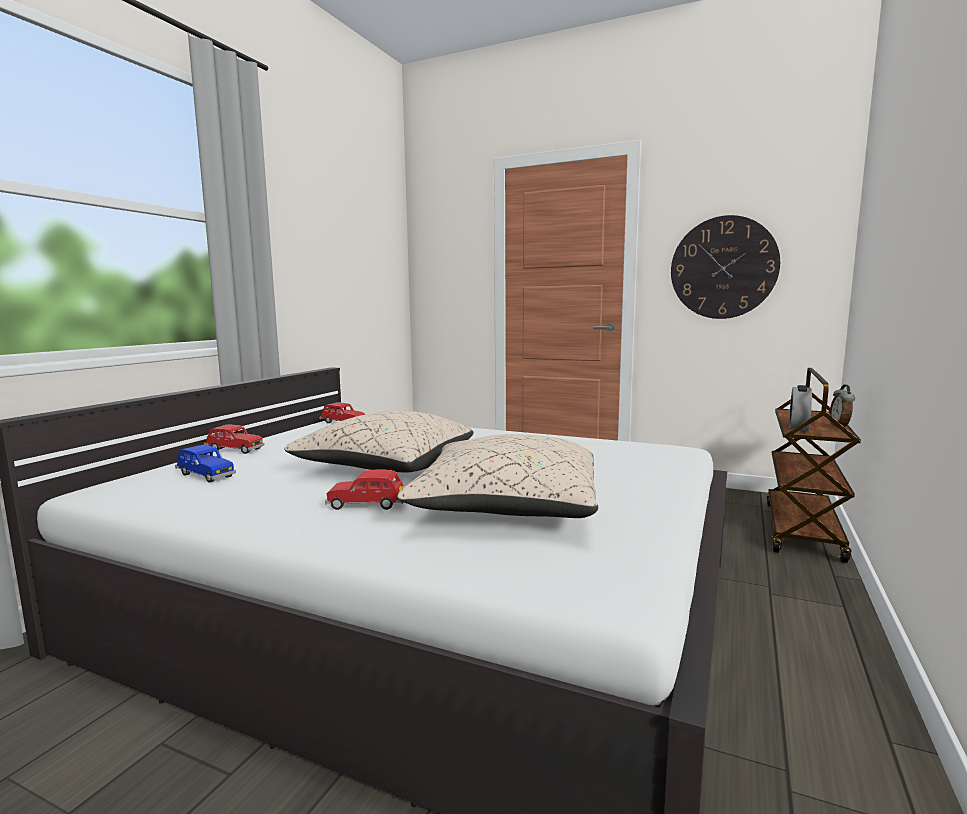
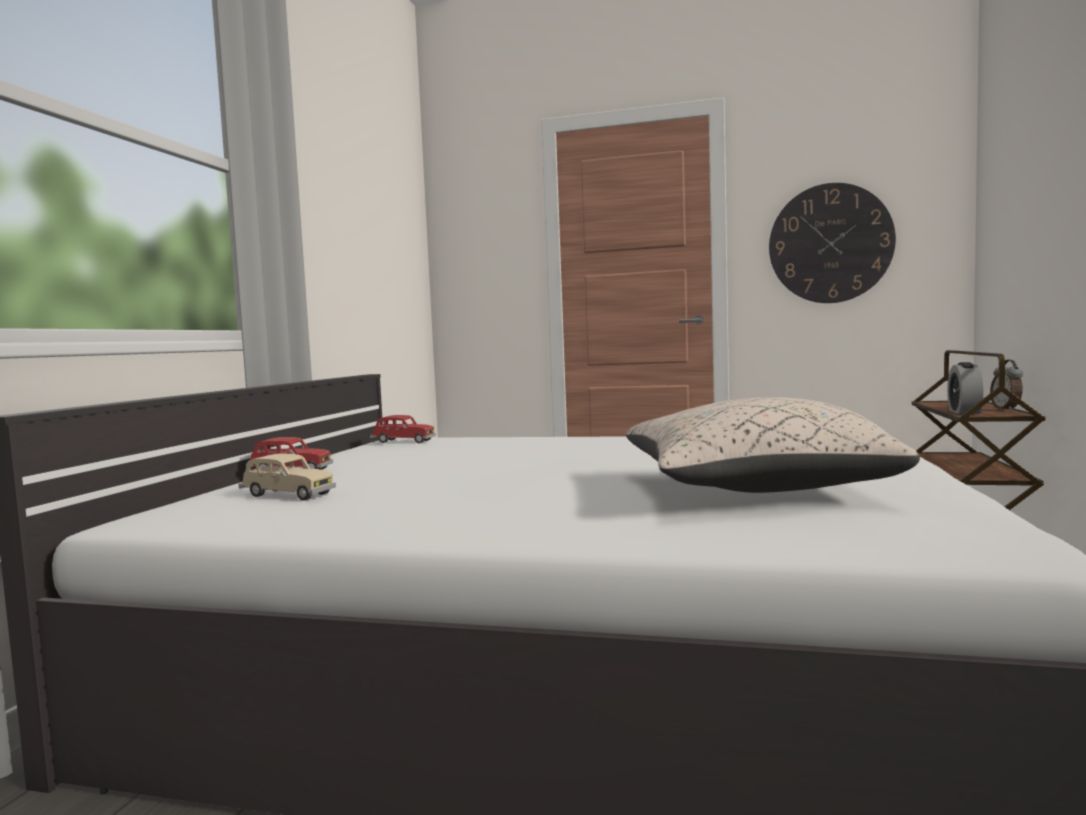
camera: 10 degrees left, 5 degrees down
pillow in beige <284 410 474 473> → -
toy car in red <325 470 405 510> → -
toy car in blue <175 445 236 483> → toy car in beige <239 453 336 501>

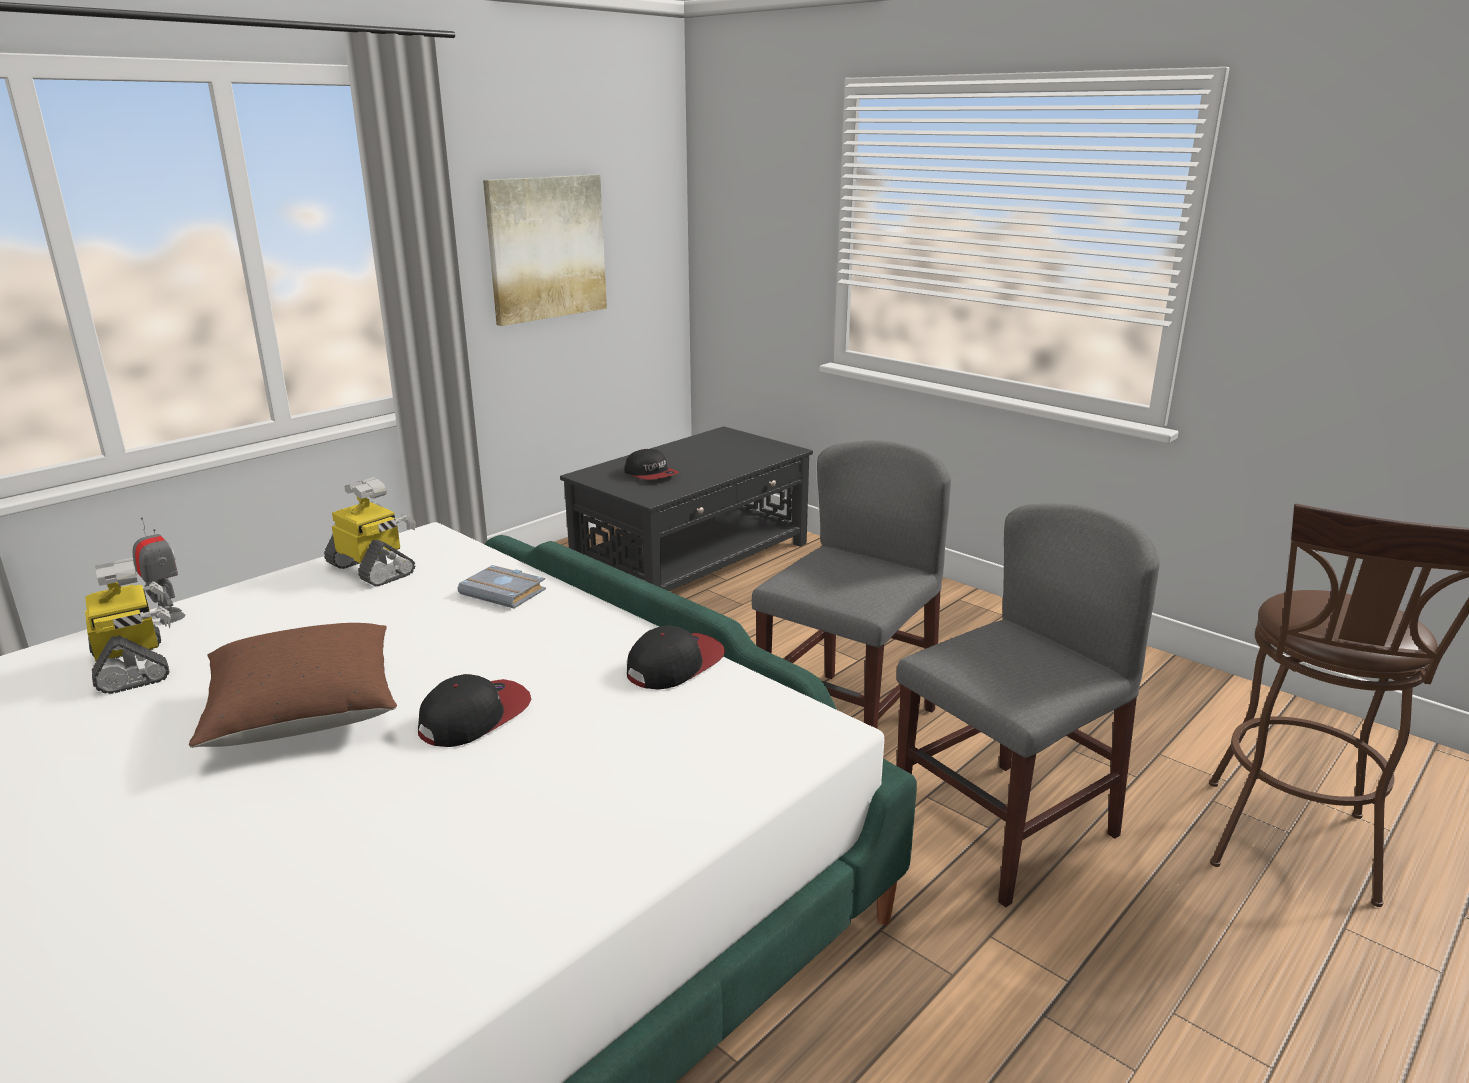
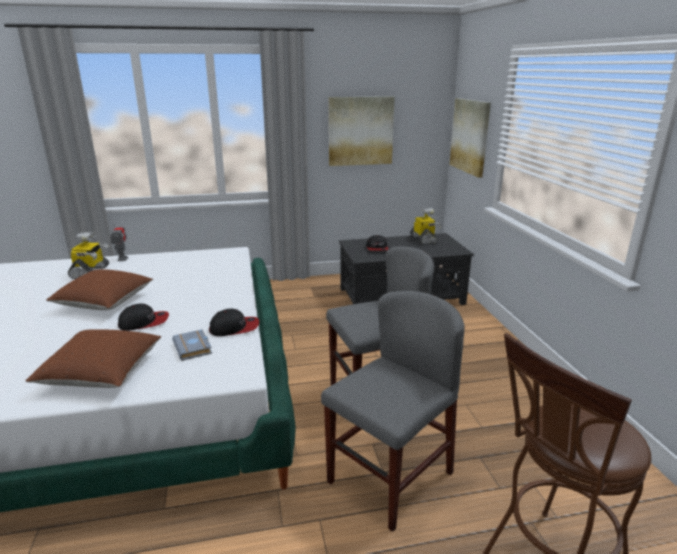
camera: 35 degrees right, 0 degrees up
- → pillow in brown <26 329 161 388>
- → picture <450 98 491 178>
toy robot <324 477 416 586> → toy robot <410 208 441 244>, shifted
book in grey <457 565 546 609> → book in grey <172 329 212 361>, shifted
chair in grey <896 504 1160 907> → chair in grey <321 291 465 532>, 45 degrees counterclockwise

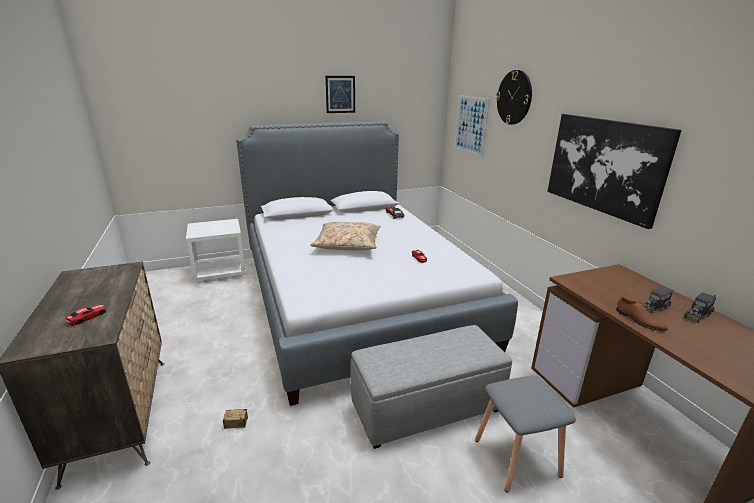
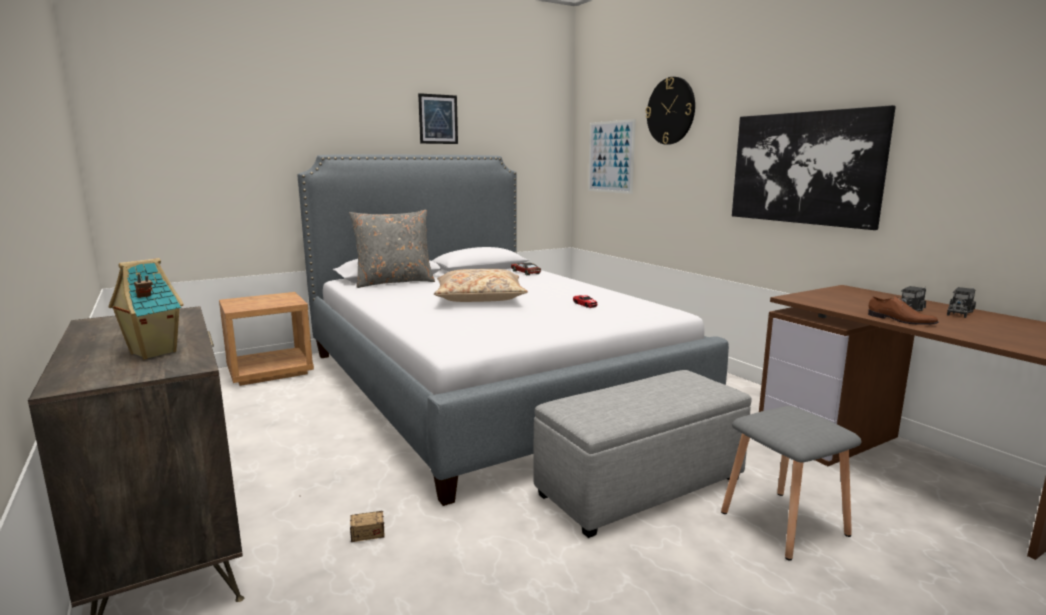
camera: 10 degrees left, 10 degrees down
- → pillow in grey <349 210 435 288>
toy car <65 305 106 326> → toy house <109 258 184 360>
nightstand in white <186 219 246 283> → nightstand in brown <219 292 314 386>

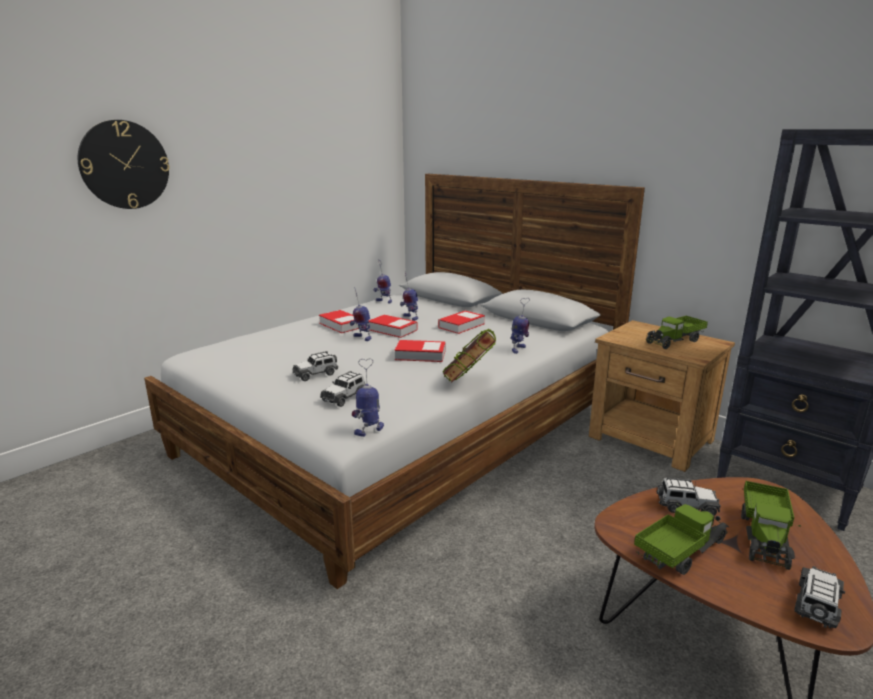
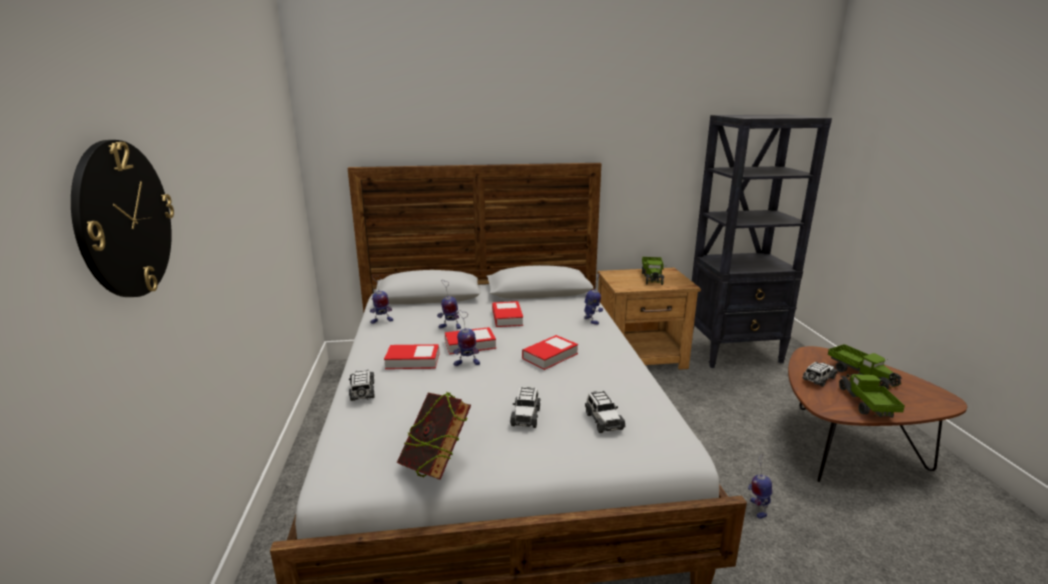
camera: 50 degrees left, 0 degrees up
toy robot <352 358 384 437> → toy robot <748 454 772 519>, shifted
book <442 329 496 382> → book <397 392 471 480>, shifted
toy car <794 566 845 628> → toy car <349 370 375 401>, shifted

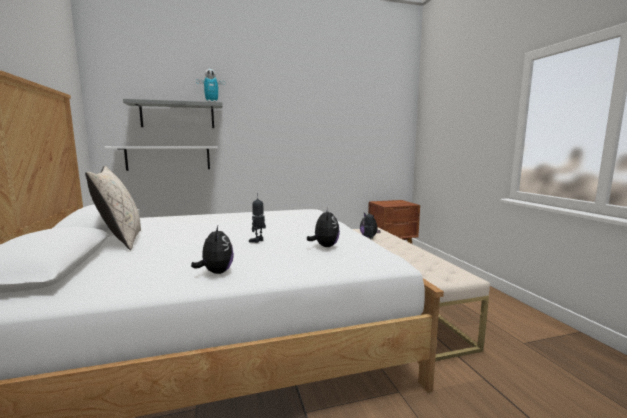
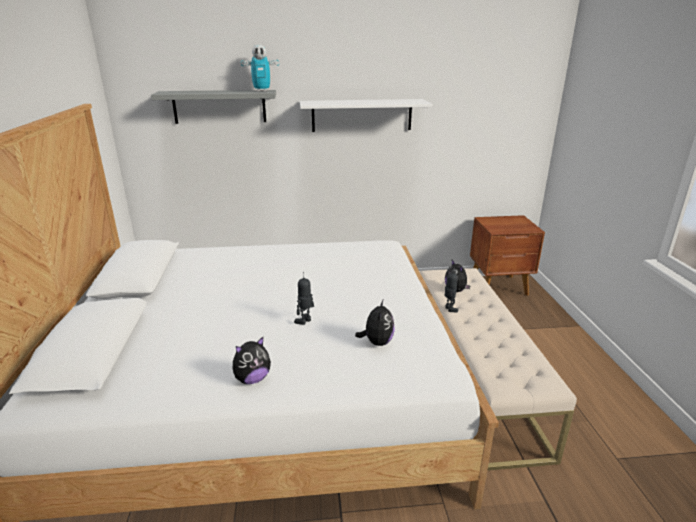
camera: 10 degrees right, 15 degrees up
pillow in beige <85 166 141 250> → -
shelf in white <104 146 218 171> → shelf in white <300 99 432 132>, shifted
plush toy <191 226 234 274> → plush toy <232 337 271 384>, 60 degrees clockwise

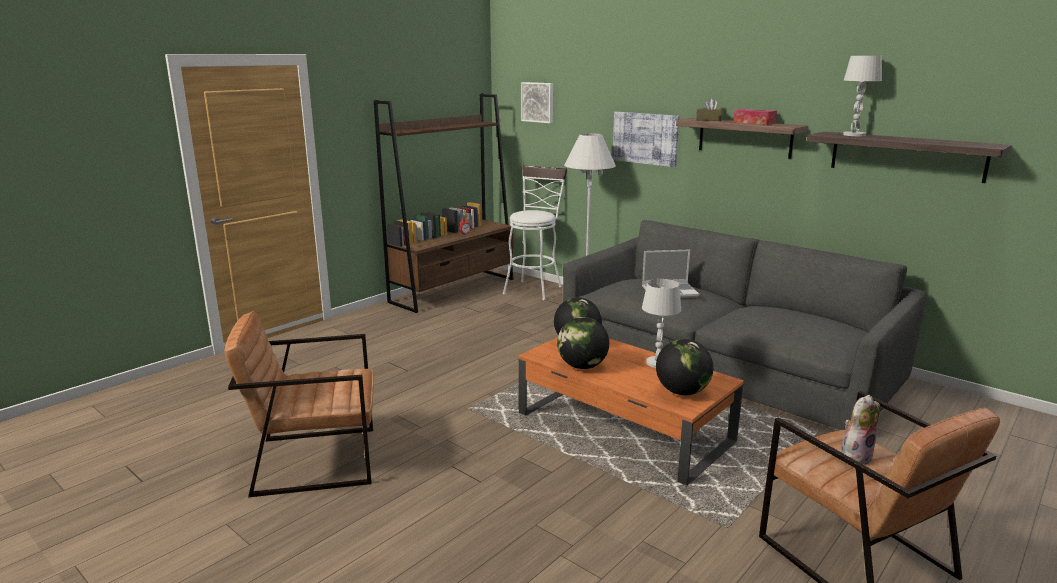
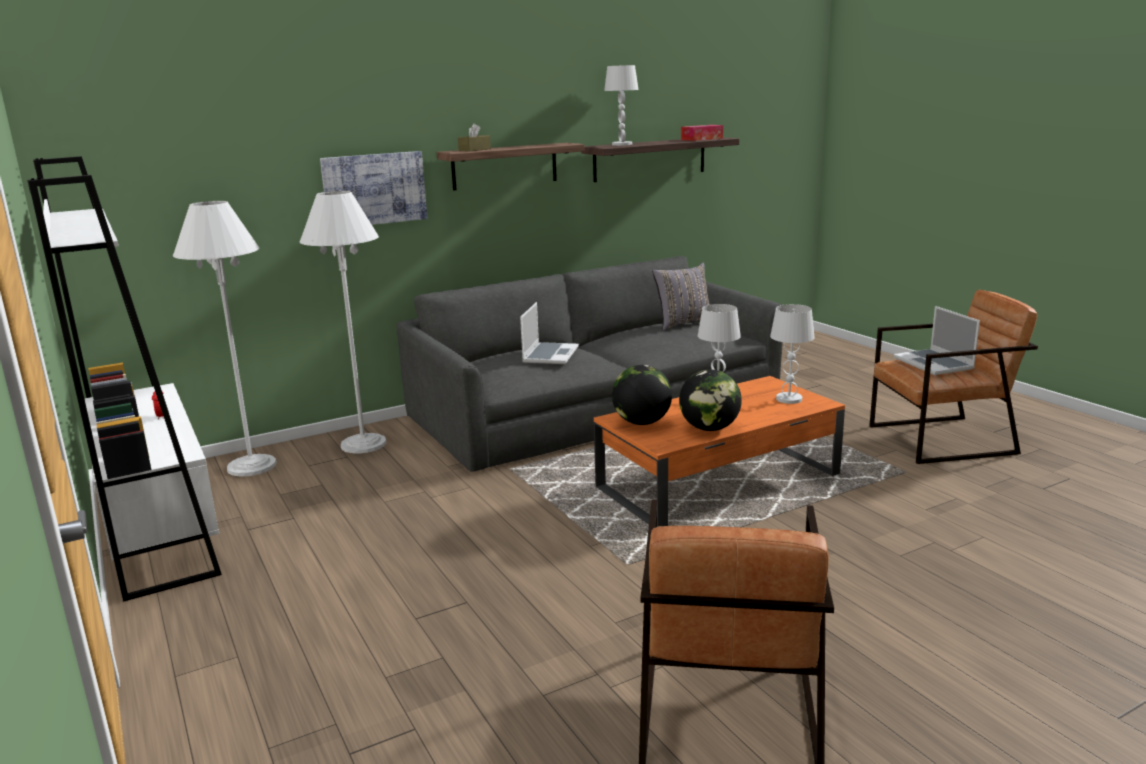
camera: 70 degrees left, 0 degrees up
picture <521 82 553 123> → -
- → pillow in grey <652 263 710 331>
tissue box <733 109 777 125> → tissue box <681 125 723 141>, shifted
stool in white <503 166 567 300> → floor lamp in white <173 201 277 477>
globe <656 339 714 395> → table lamp in white <770 304 815 404>
plush toy <841 395 880 465> → laptop <894 306 980 375>
bookcase in brown <374 94 514 313> → bookcase in white <27 156 222 602>

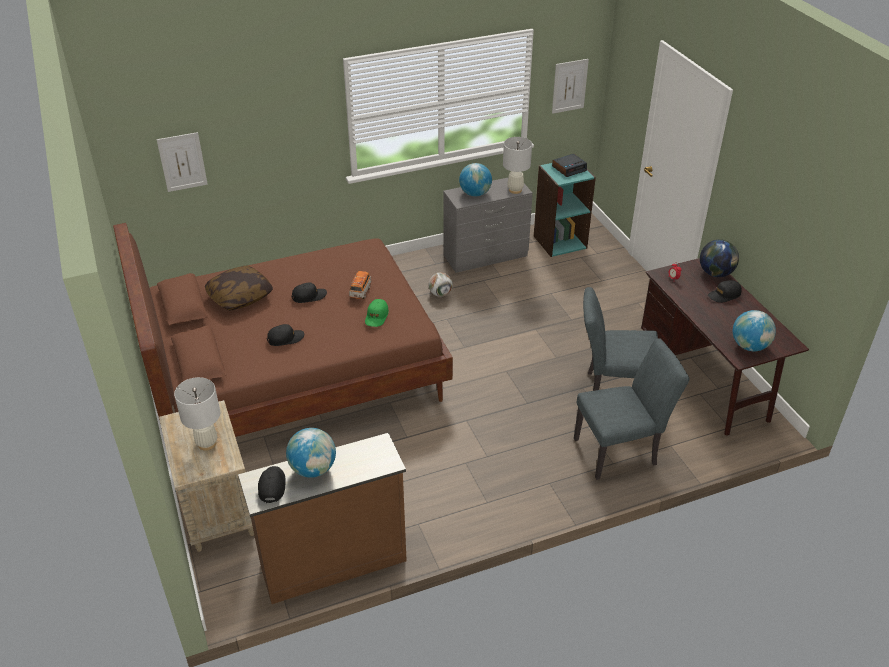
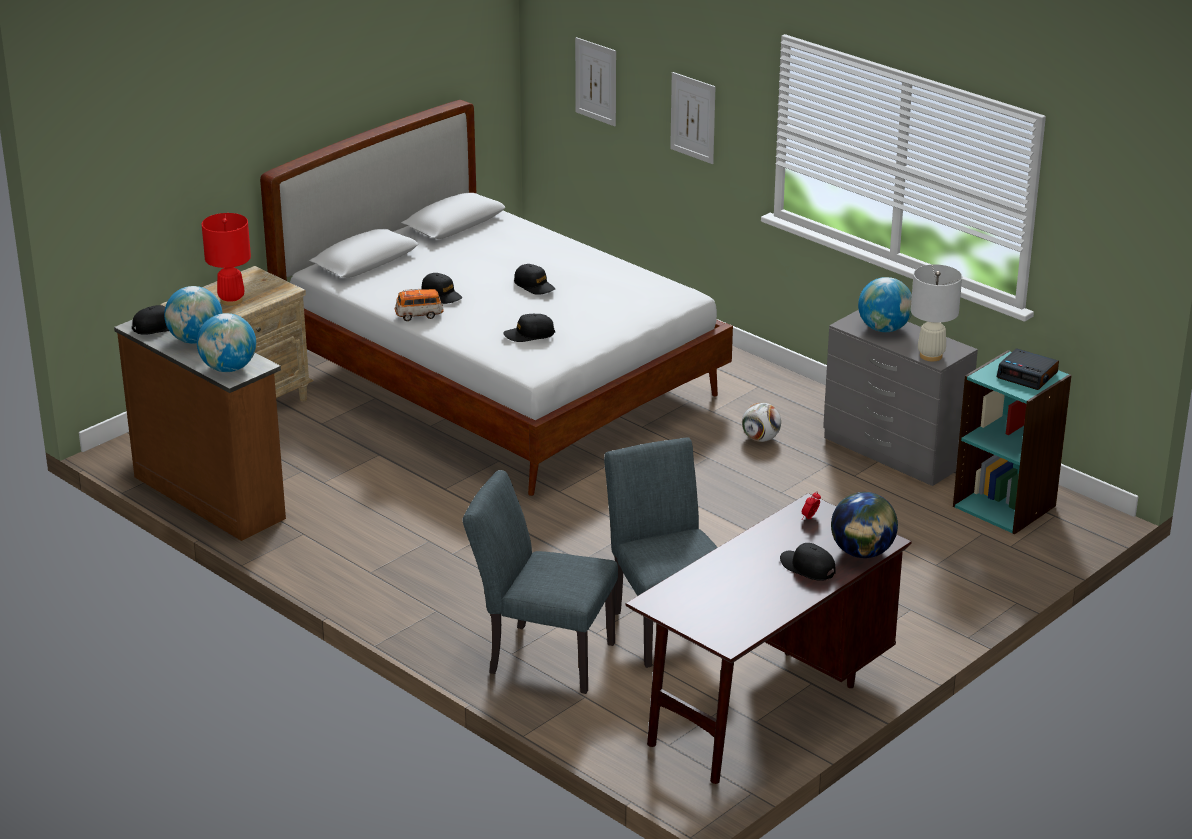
camera: 65 degrees right, 10 degrees down
pillow <205 265 273 311> → -
toy car <349 271 372 299> → toy car <395 289 444 321>, shifted
picture <552 59 589 114> → picture <670 72 716 164>, shifted
globe <733 310 776 351> → globe <197 313 256 372>, shifted
bed in brown <113 223 453 437> → bed in white <260 100 733 496>
table lamp in white <174 377 220 451> → table lamp in red <202 213 251 306>
cap in green <365 299 389 327> → cap in black <503 314 555 342>
chair in grey <574 338 690 480> → chair in grey <463 470 618 694>, 150 degrees clockwise

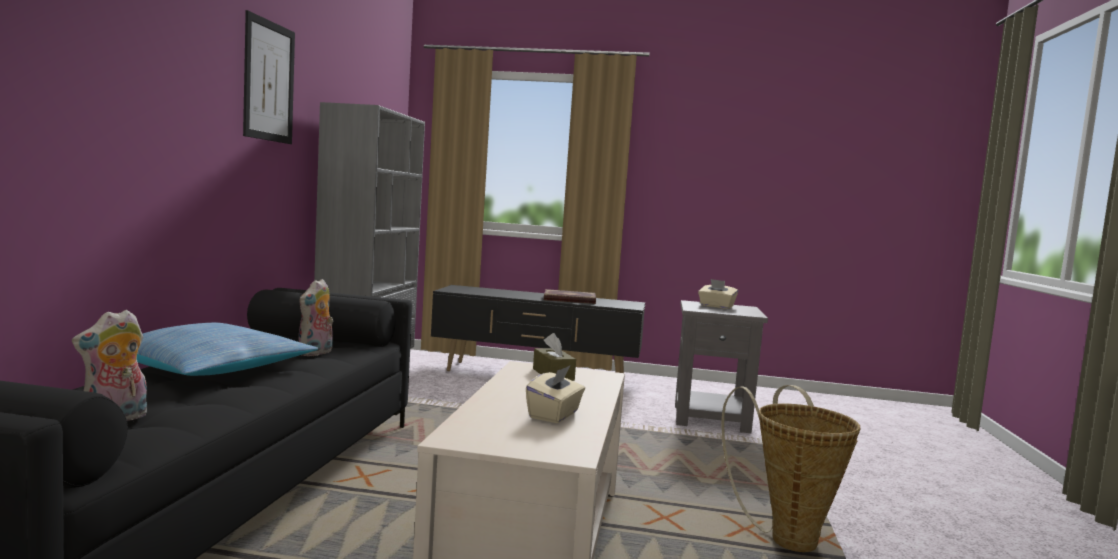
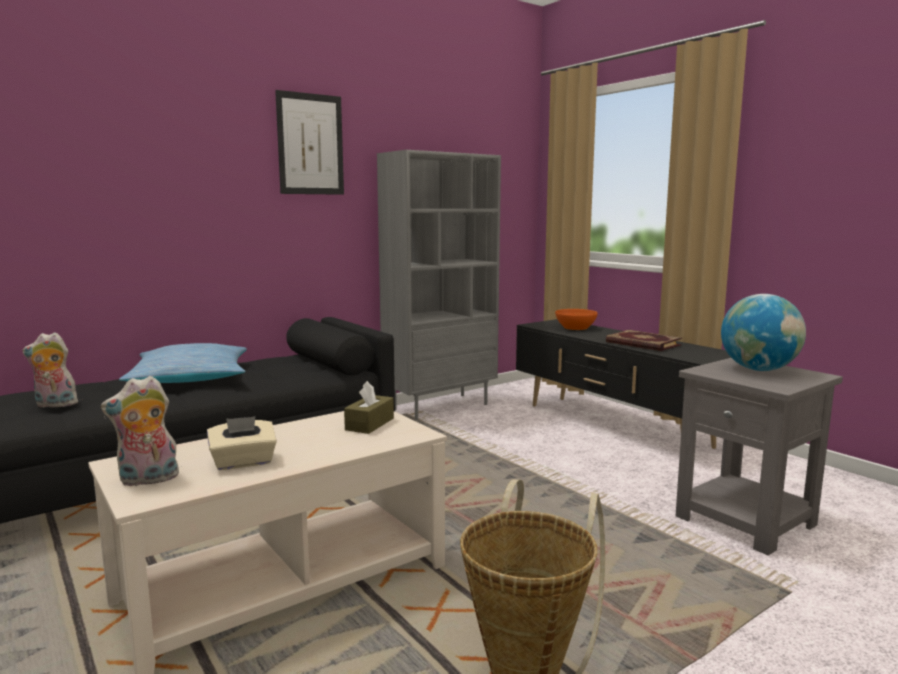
camera: 45 degrees right, 5 degrees up
- → bowl in orange <555 309 598 330>
plush toy <299 279 333 356> → plush toy <101 376 179 486>, shifted
tissue box in beige <698 279 738 309> → globe <721 294 806 371>

